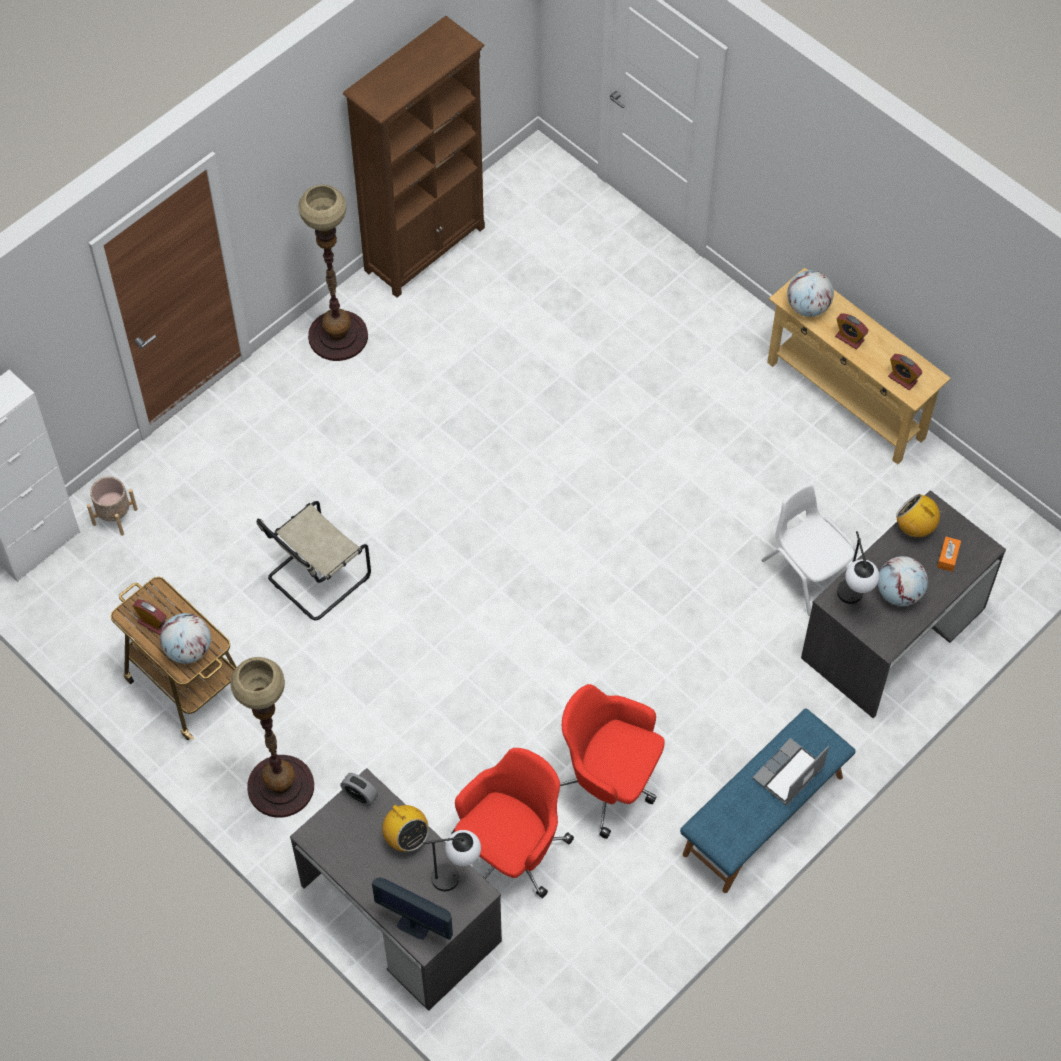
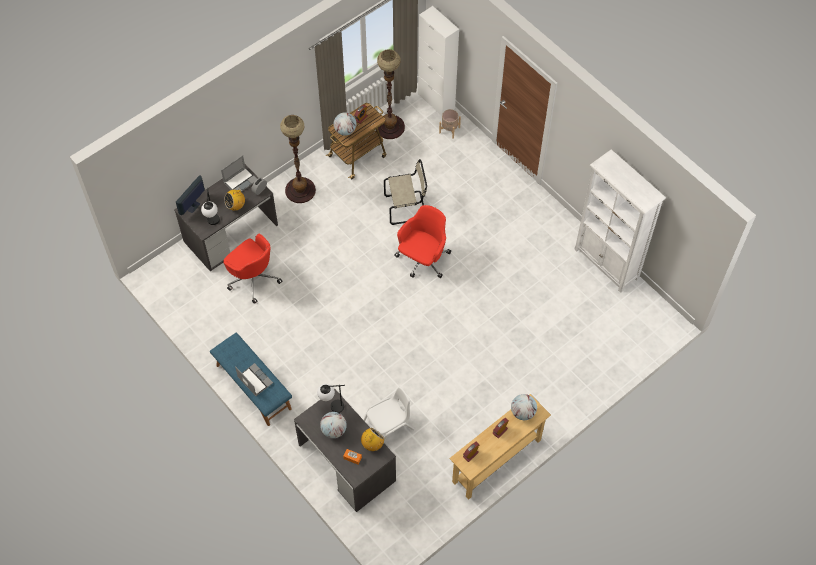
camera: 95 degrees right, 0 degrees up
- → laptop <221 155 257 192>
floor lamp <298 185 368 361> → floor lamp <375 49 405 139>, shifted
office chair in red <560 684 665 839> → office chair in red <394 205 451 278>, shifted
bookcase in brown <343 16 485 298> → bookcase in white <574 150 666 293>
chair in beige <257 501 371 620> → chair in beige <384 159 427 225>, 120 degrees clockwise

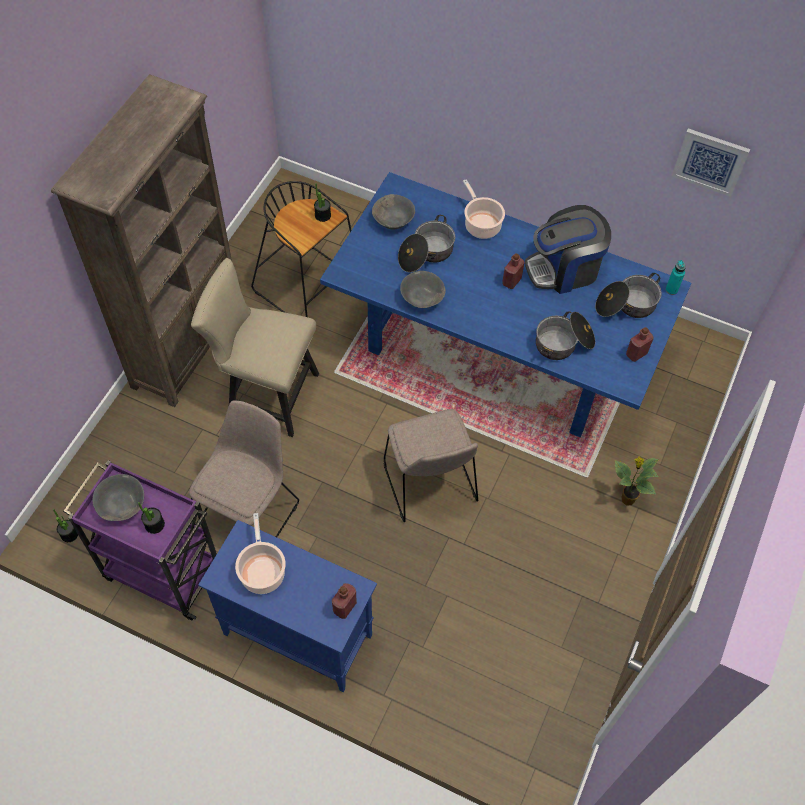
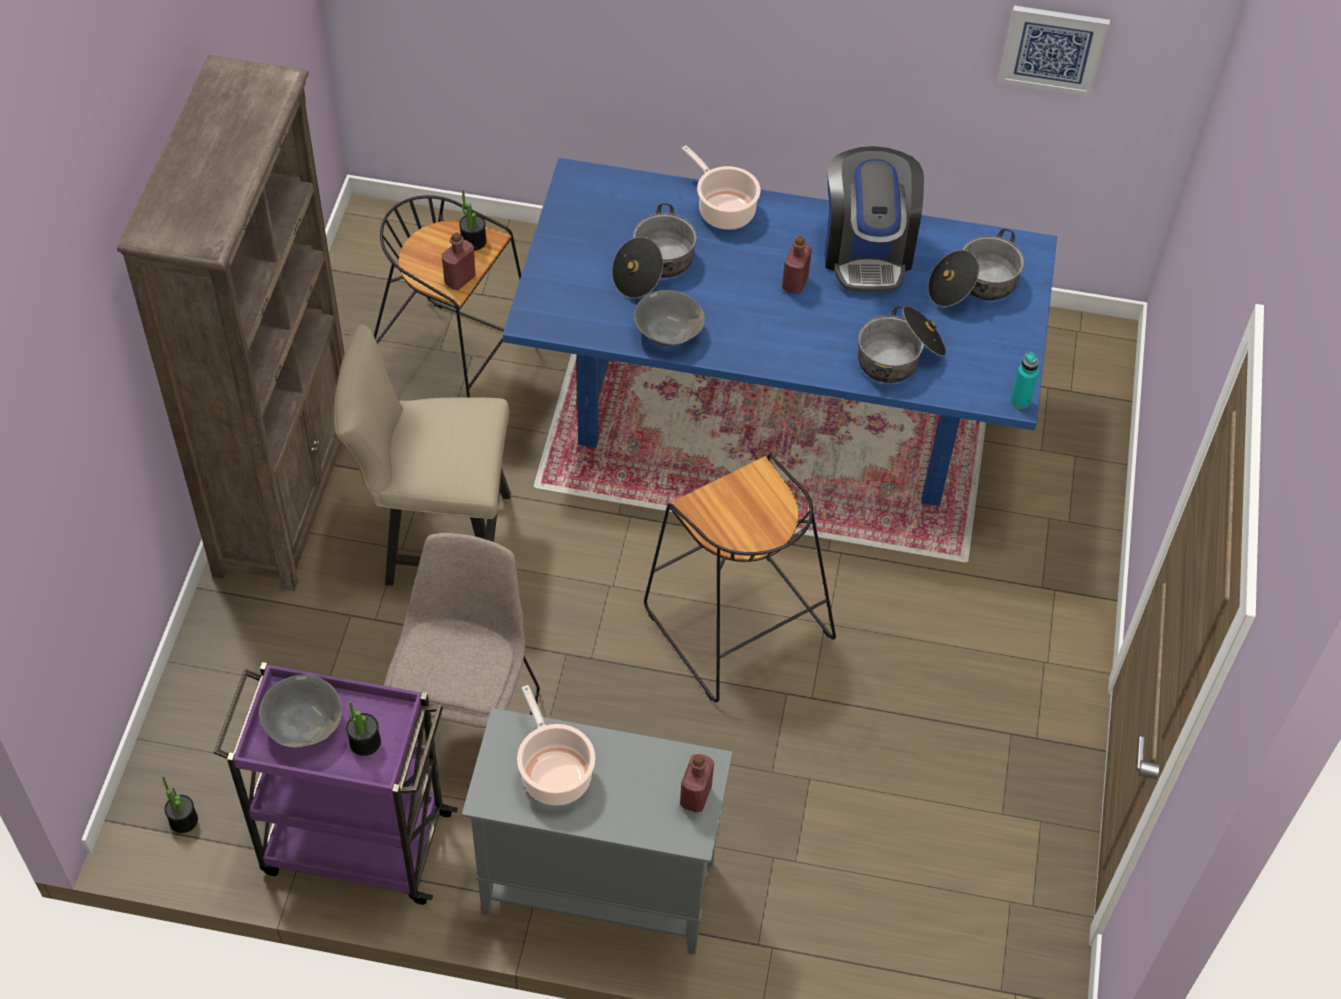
camera: 15 degrees left, 5 degrees down
bowl in grey <372 194 415 230> → -
potted plant <615 457 659 505> → -
bottle in red <626 327 654 362> → bottle in red <441 232 476 290>, shifted
bottle in turquoise <666 260 686 295> → bottle in turquoise <1011 352 1039 409>, shifted
chair in beige <384 409 478 522> → stool in black <644 454 836 702>
cabinet in blue <198 520 377 692> → cabinet in grey <462 708 733 955>
coffee machine <525 205 611 294> → coffee machine <825 146 924 293>, 60 degrees counterclockwise

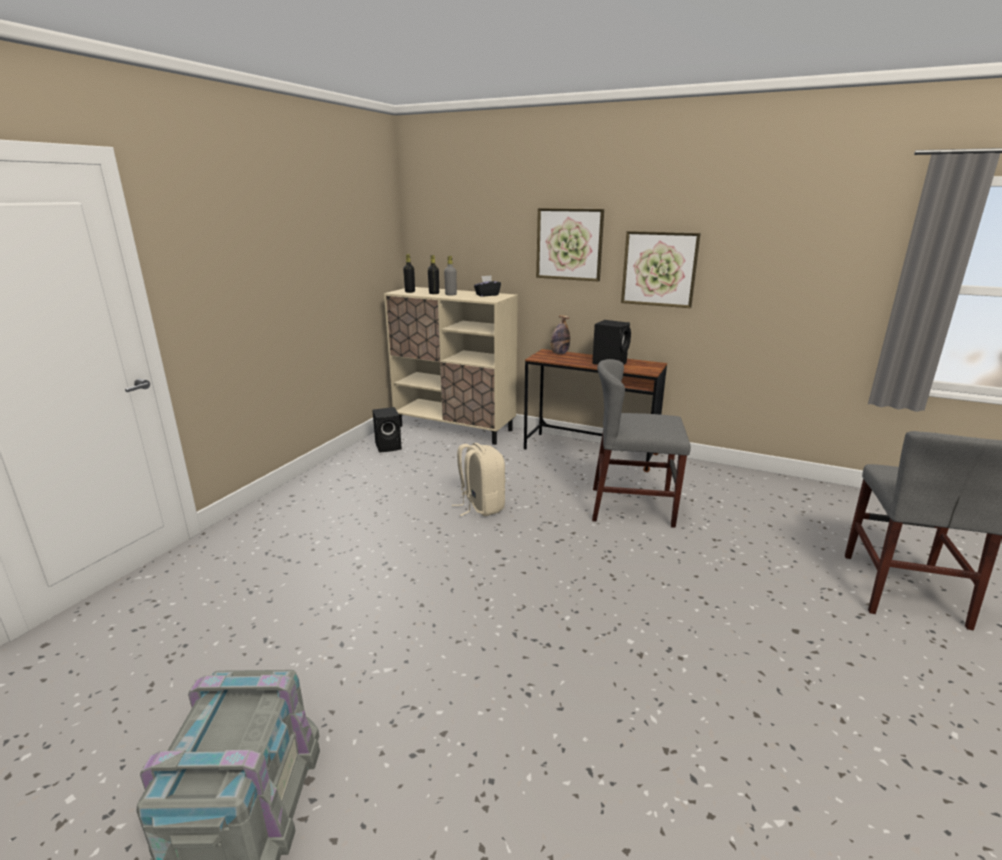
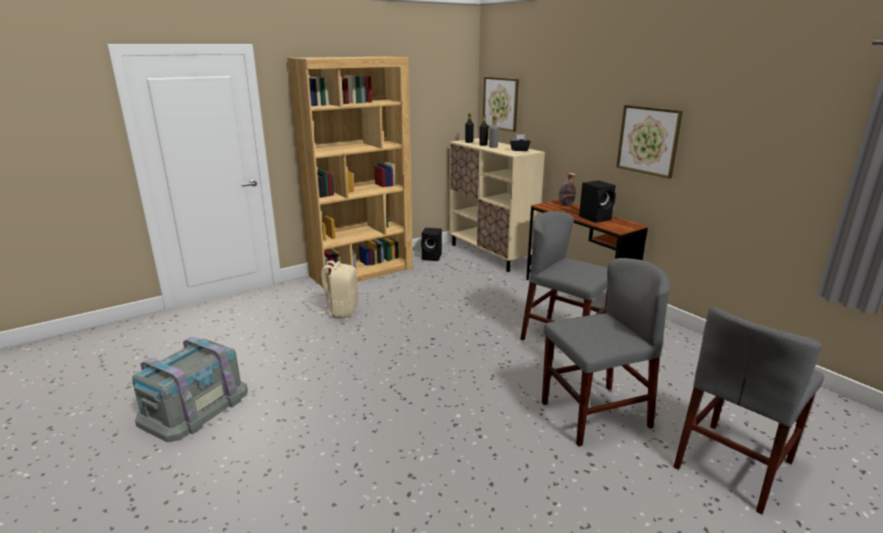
camera: 30 degrees right, 0 degrees up
- → bookcase in brown <287 57 413 290>
- → chair in grey <542 258 670 446>
backpack in beige <452 443 505 516> → backpack in beige <319 260 358 318>, shifted
picture <536 208 604 282> → picture <483 77 519 132>, shifted

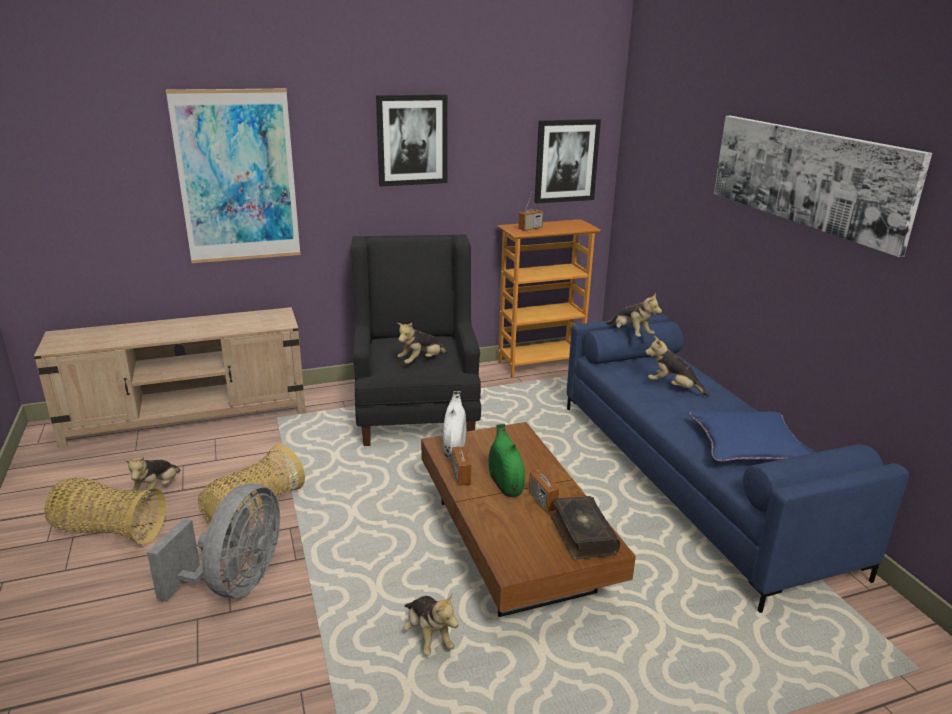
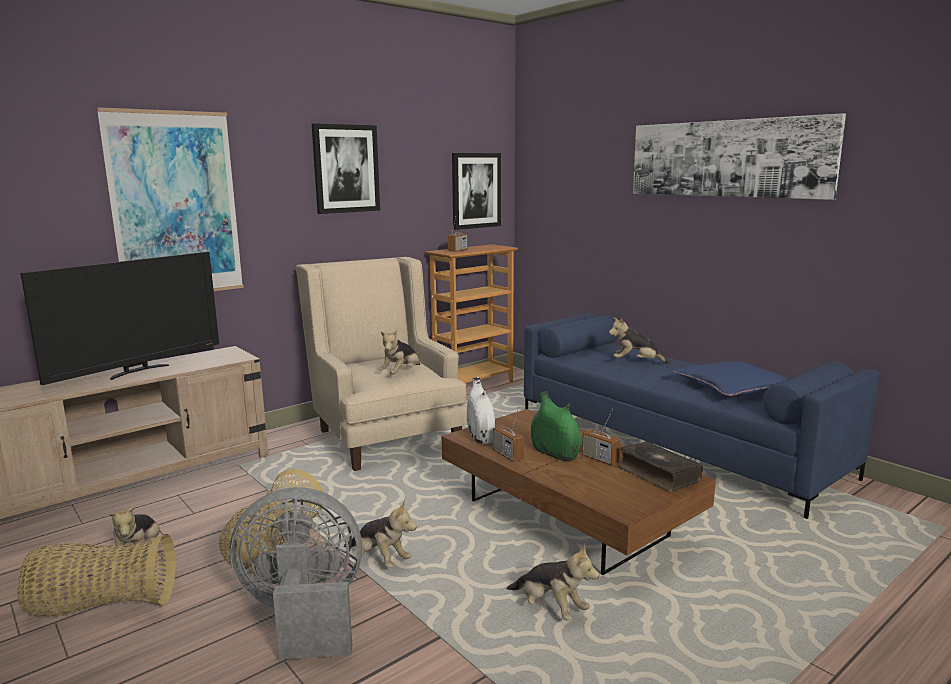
camera: 20 degrees left, 10 degrees down
- → television <20 252 219 385>
plush toy <606 293 662 337> → plush toy <344 500 417 568>, shifted
armchair in black <351 234 481 446> → armchair in beige <296 257 467 471>
fan in grey <147 484 280 601> → fan in grey <230 487 362 659>, 90 degrees counterclockwise

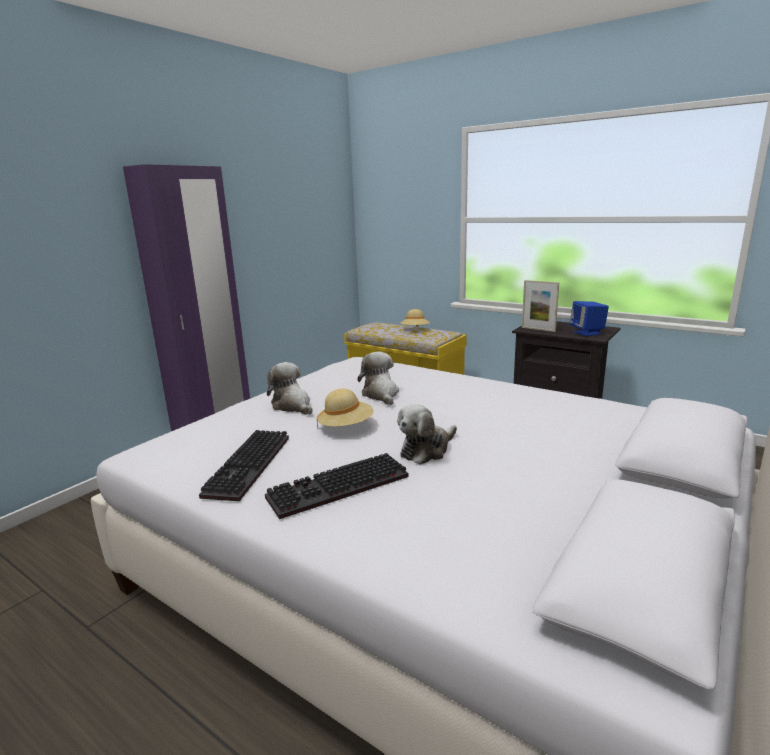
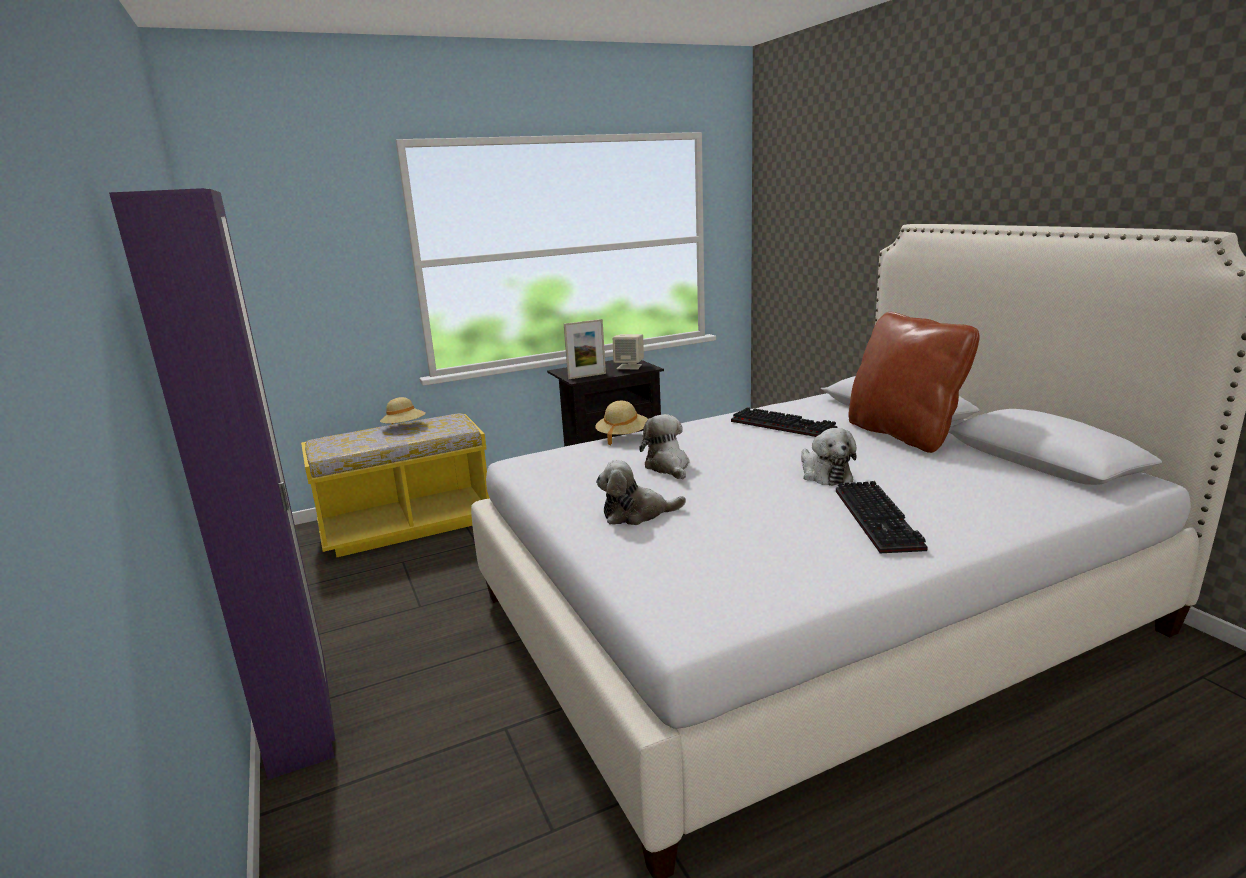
camera: 60 degrees left, 0 degrees up
- → pillow in brown <848 312 980 453>
keyboard <199 430 289 501> → keyboard <731 407 838 437>, shifted
hat in beige <317 389 374 429> → hat in beige <595 401 648 445>, shifted
speaker in blue <570 301 609 336> → speaker in beige <613 334 644 369>
plush toy <358 351 399 405> → plush toy <639 414 690 479>, 60 degrees clockwise

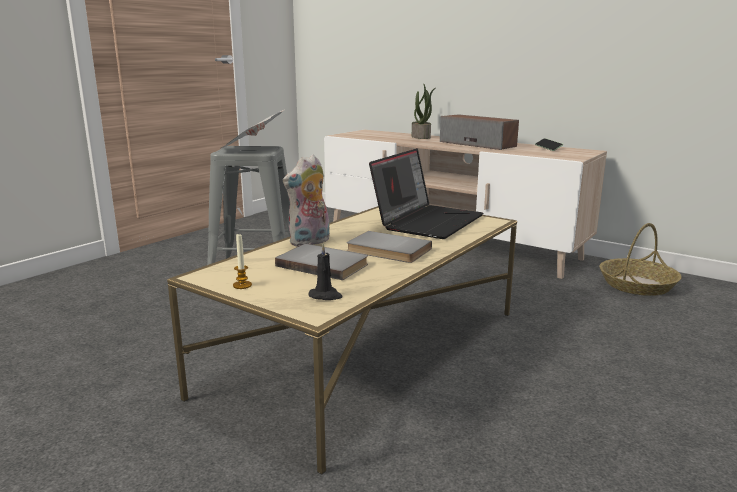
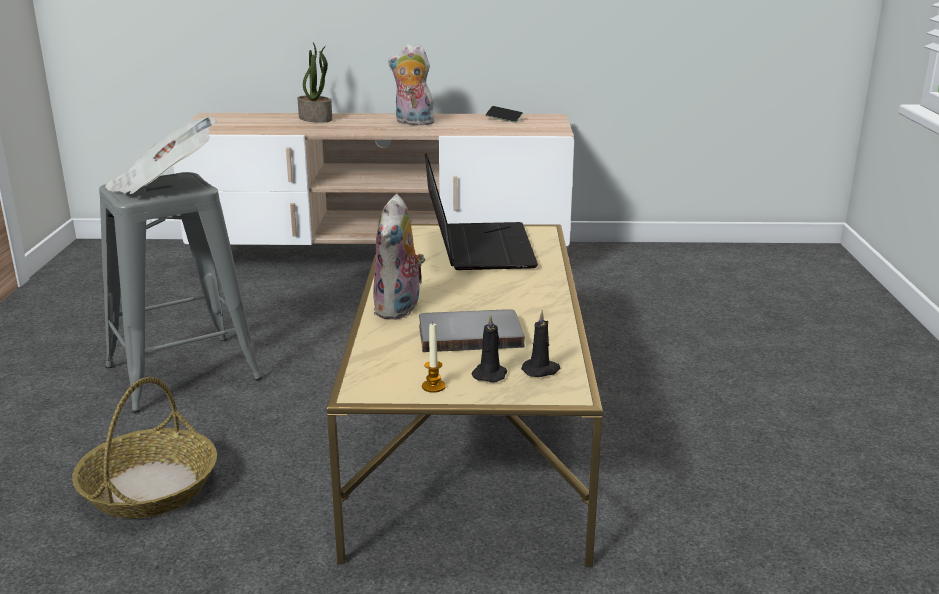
camera: 35 degrees left, 5 degrees up
book in grey <347 231 432 263> → -
- → candle in black <472 314 507 383>
basket <599 223 682 296> → basket <72 377 217 518>, shifted
speaker <440 114 519 150> → plush toy <389 44 435 125>

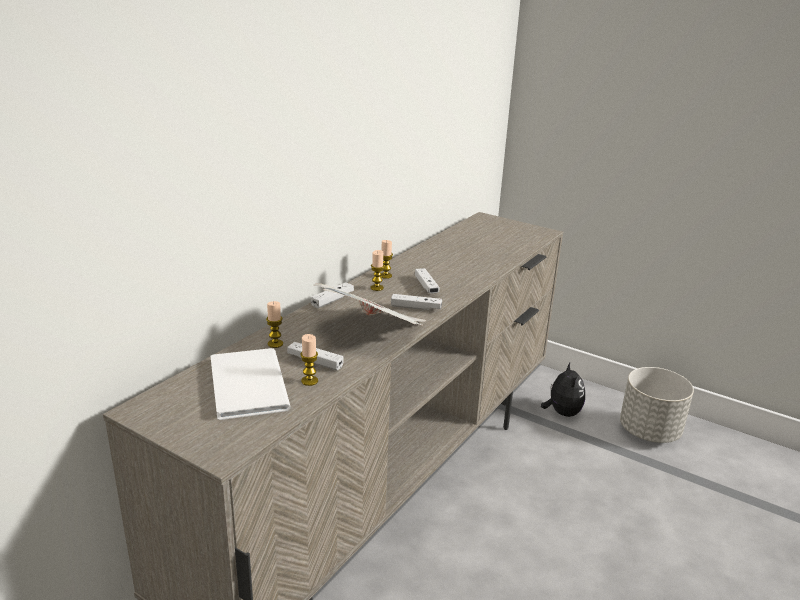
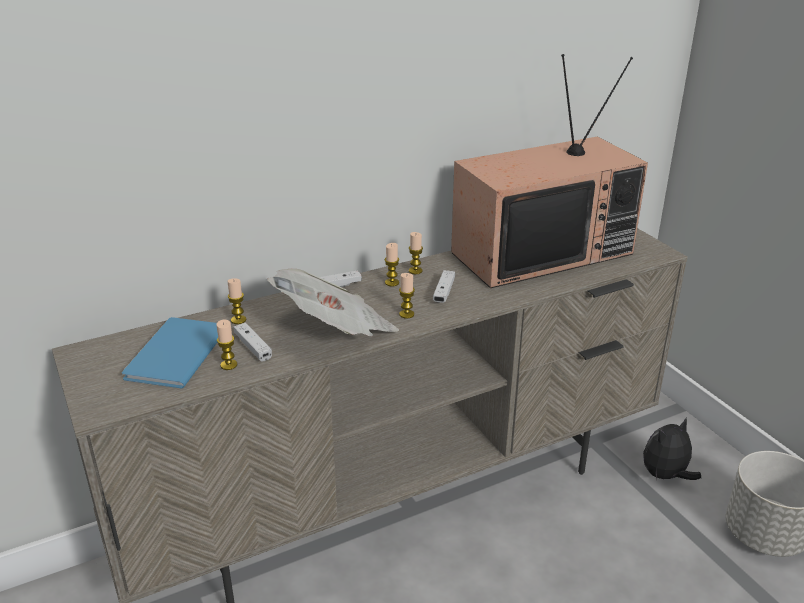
camera: 30 degrees right, 5 degrees up
- → television <451 54 648 288>
game controller in white <391 294 442 310> → candle <399 273 415 319>
book in white <211 348 291 420> → book in blue <122 317 218 388>
plush toy <541 363 585 417> → plush toy <643 418 701 480>, 150 degrees counterclockwise

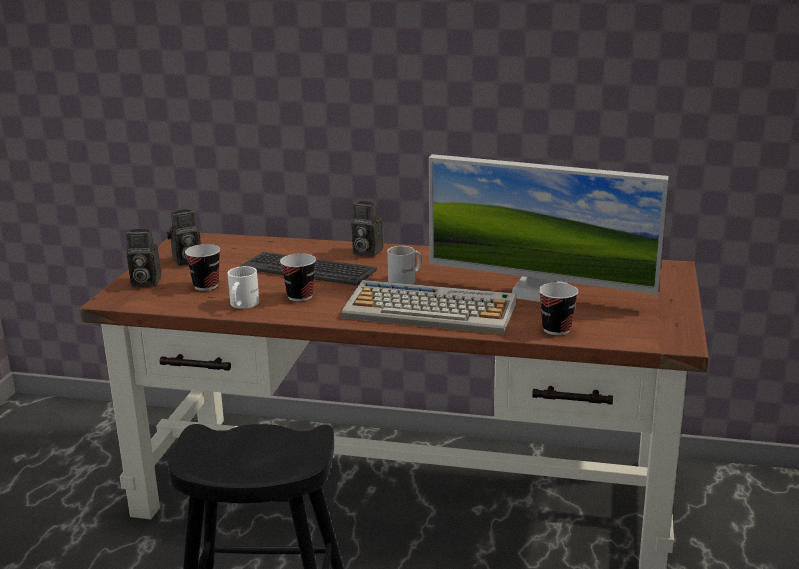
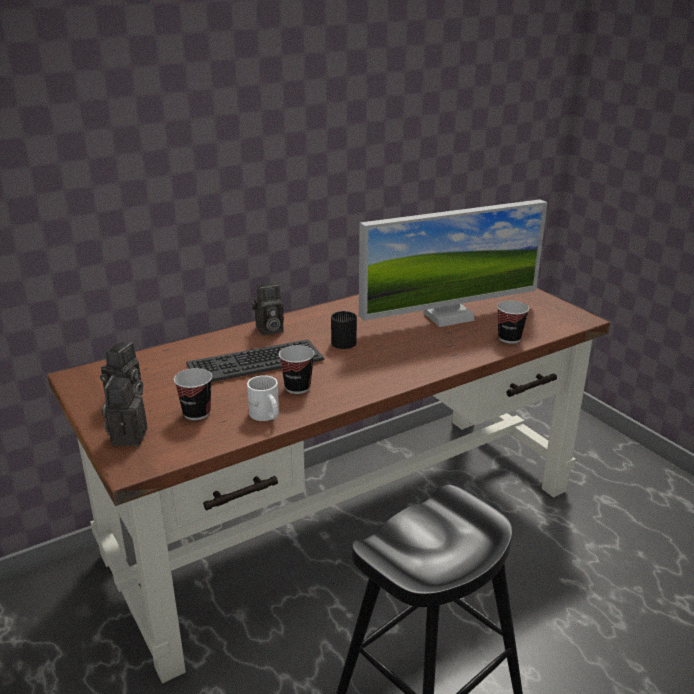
camera: 45 degrees left, 5 degrees up
keyboard <341 280 516 334> → -
mug in white <387 246 421 284> → mug in black <331 311 357 349>
photo camera <126 229 161 287> → photo camera <102 375 147 446>, 135 degrees clockwise

